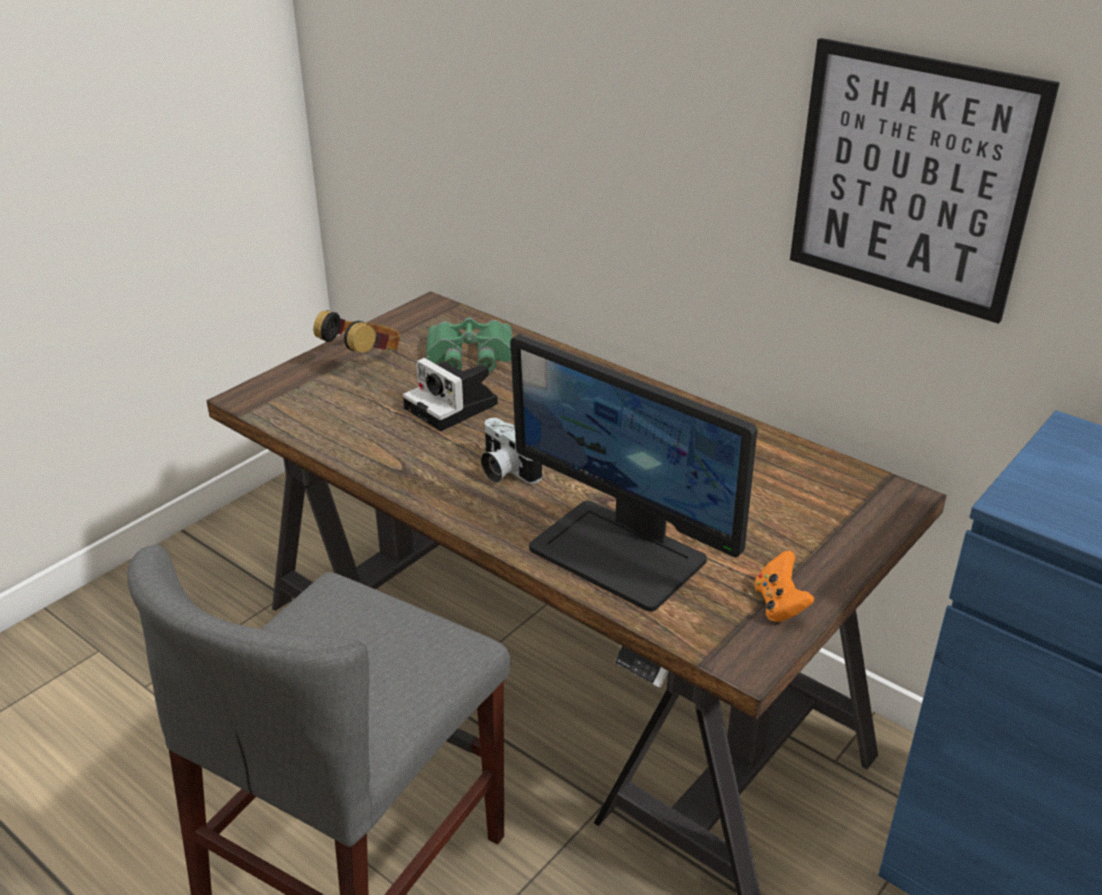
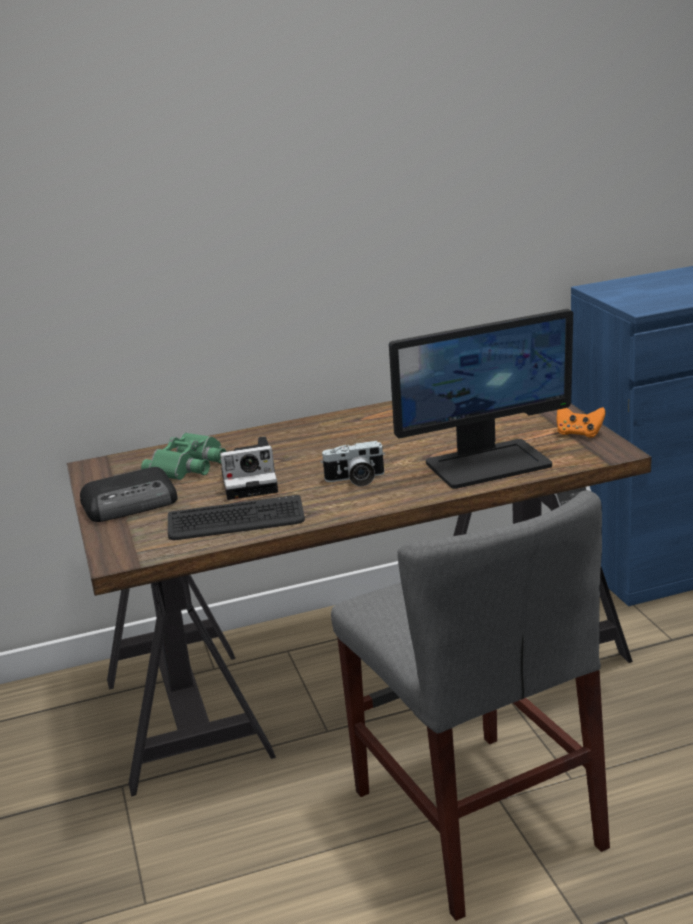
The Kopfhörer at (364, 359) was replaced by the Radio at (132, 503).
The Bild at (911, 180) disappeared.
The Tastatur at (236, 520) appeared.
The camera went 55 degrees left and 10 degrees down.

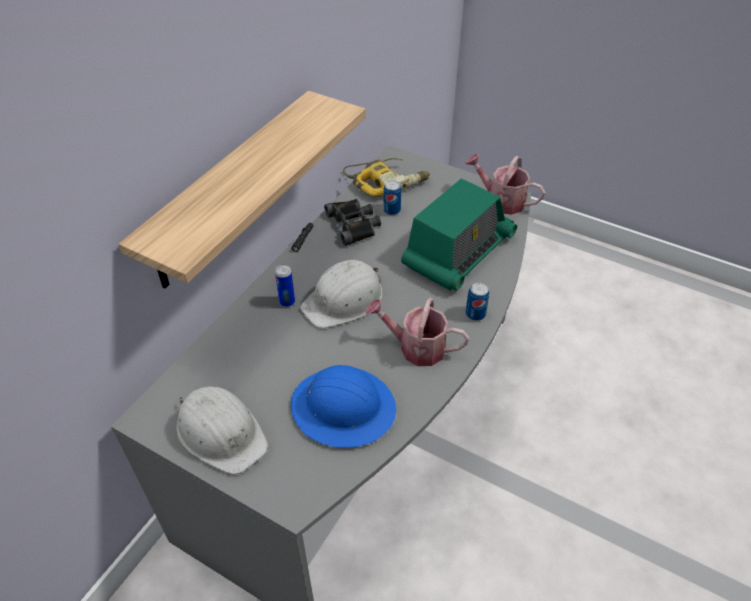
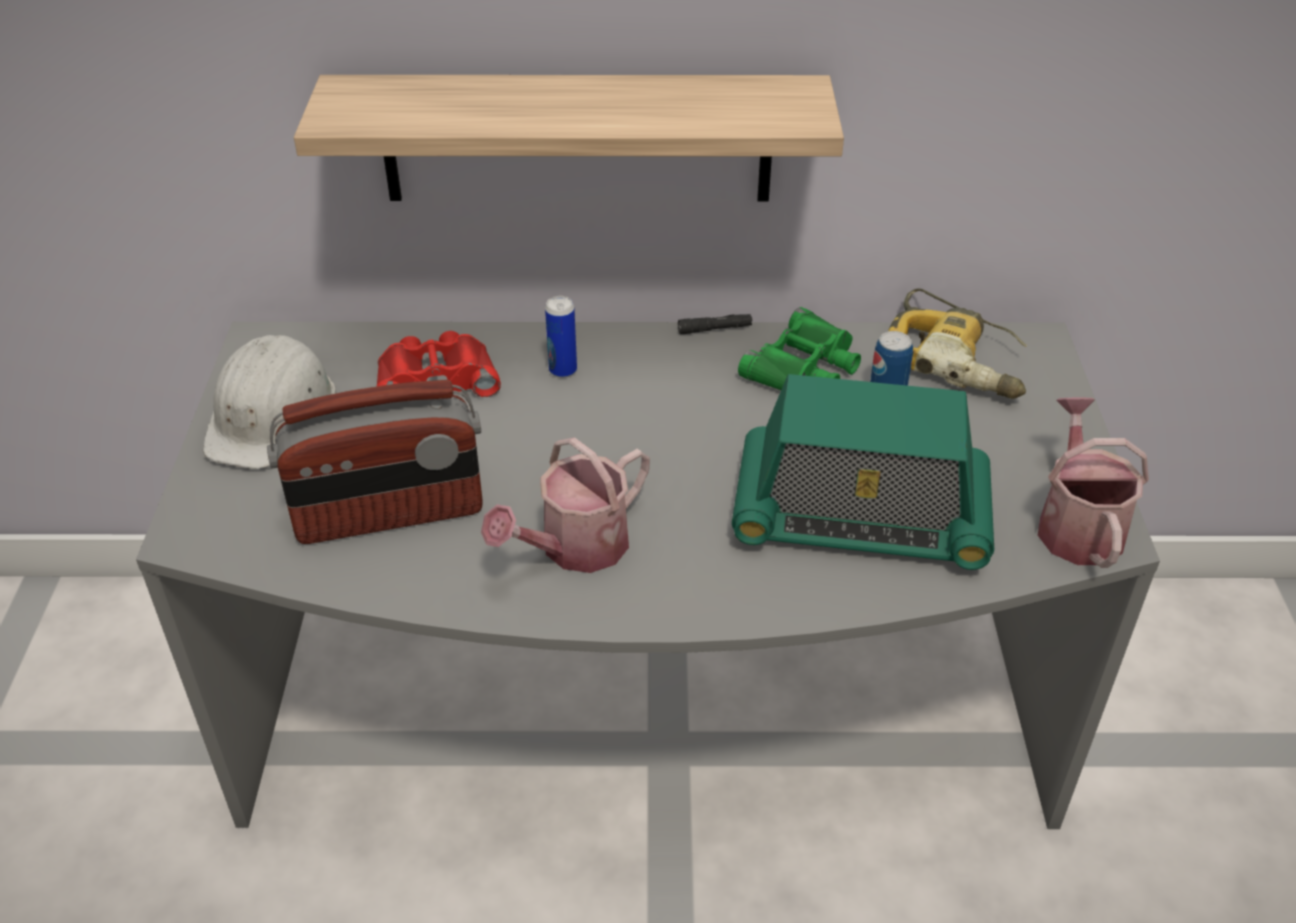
The Schutzhelm [blau] at (343, 407) was replaced by the Radio at (389, 515).
The Schutzhelm [weiß] at (344, 300) disappeared.
The Fernglas [schwarz] at (354, 225) became the Fernglas [grün] at (804, 367).
The Gießkanne at (416, 347) turned 120 degrees counterclockwise.
The Dose at (475, 314) disappeared.
The Fernglas [rot] at (436, 378) appeared.
The camera went 60 degrees right and 5 degrees down.

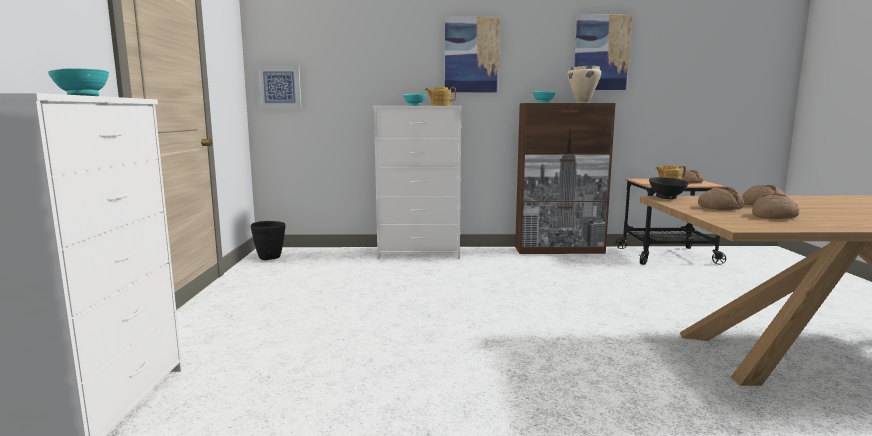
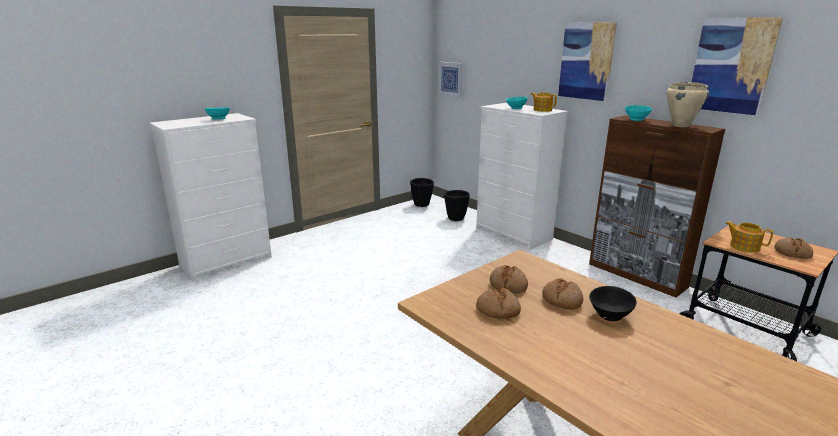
The Schüssel [schwarz] moved from (666, 198) to (609, 316).
The Pflanzkübel [schwarz] at (455, 218) appeared.
The camera went 50 degrees right and 10 degrees up.

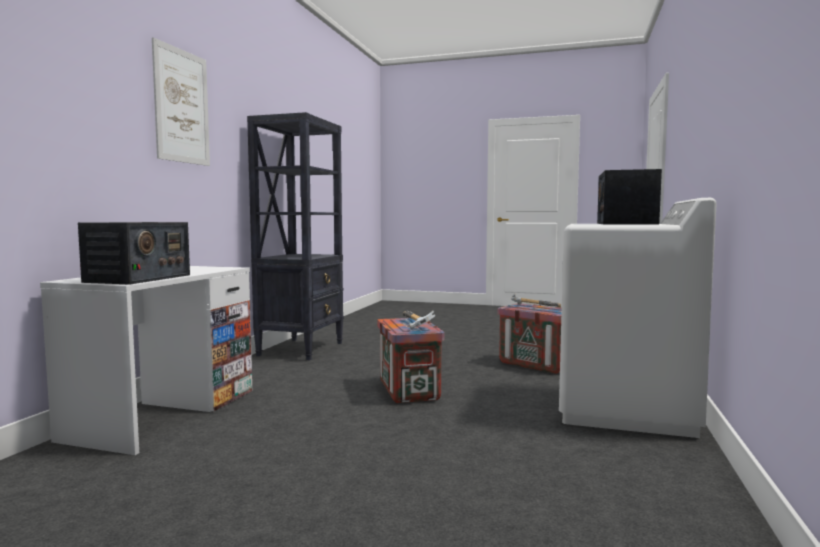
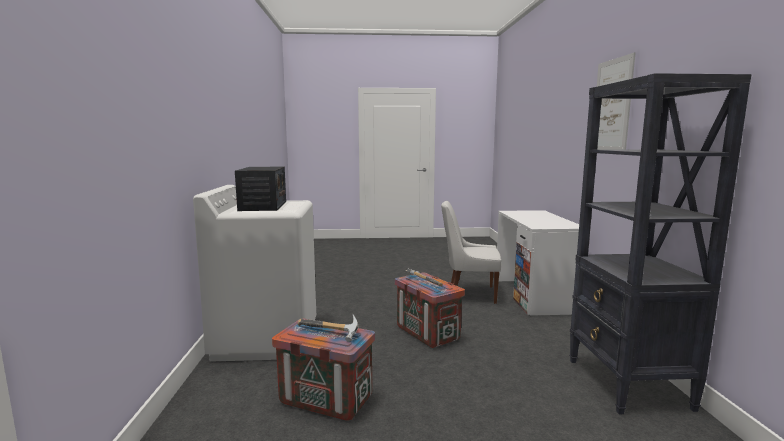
The Radio at (138, 278) disappeared.
The Stuhl [weiß] at (469, 293) appeared.
The camera went 160 degrees right and 5 degrees up.

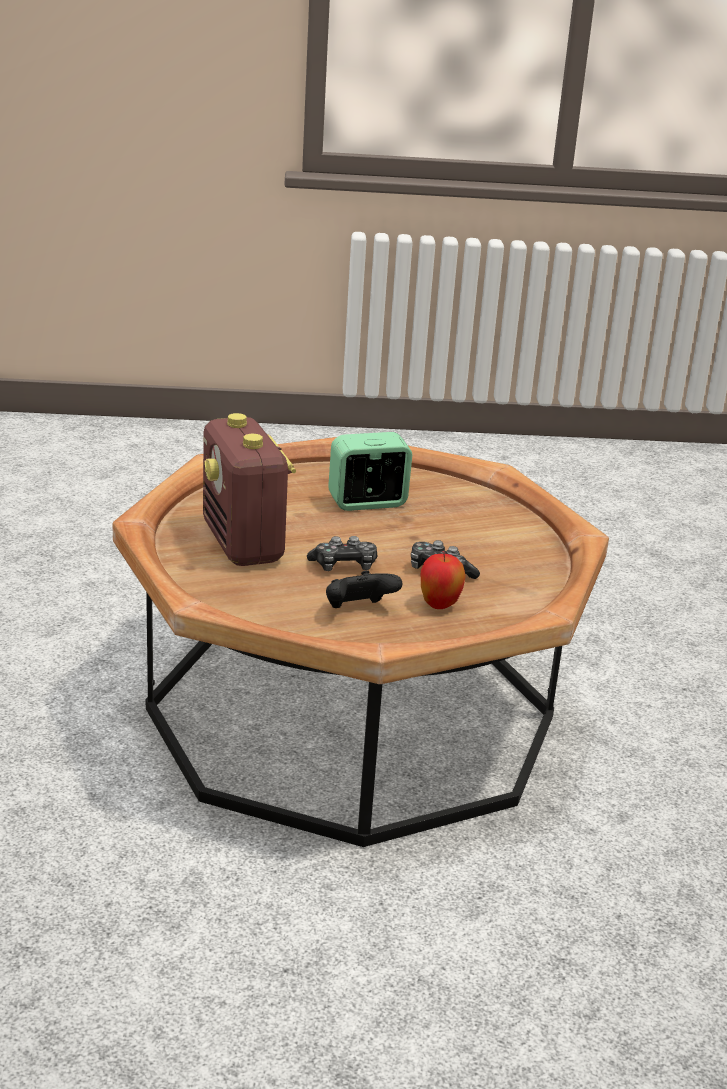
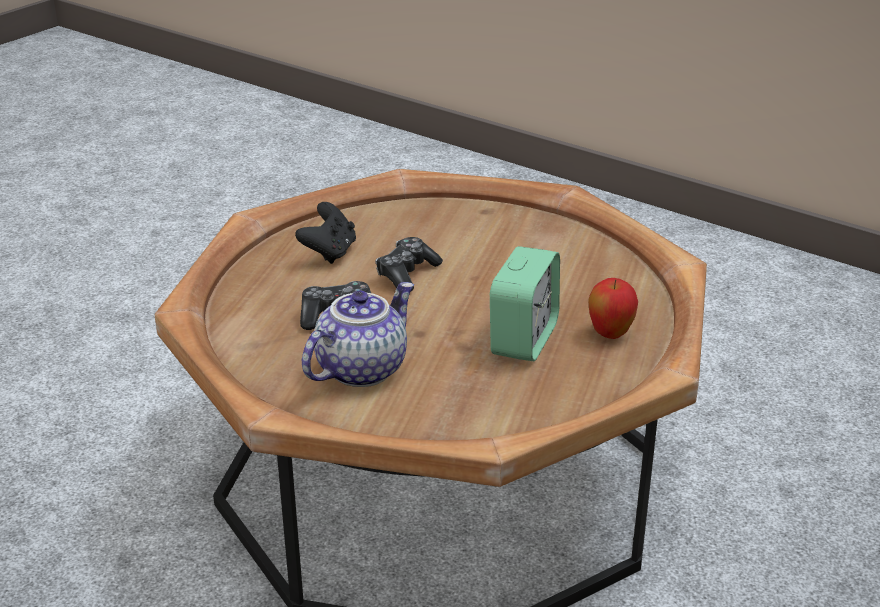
The Radio at (243, 544) disappeared.
The Apfel moved from (439, 606) to (610, 334).
The Teekanne at (360, 368) appeared.
The camera went 130 degrees right and 5 degrees up.

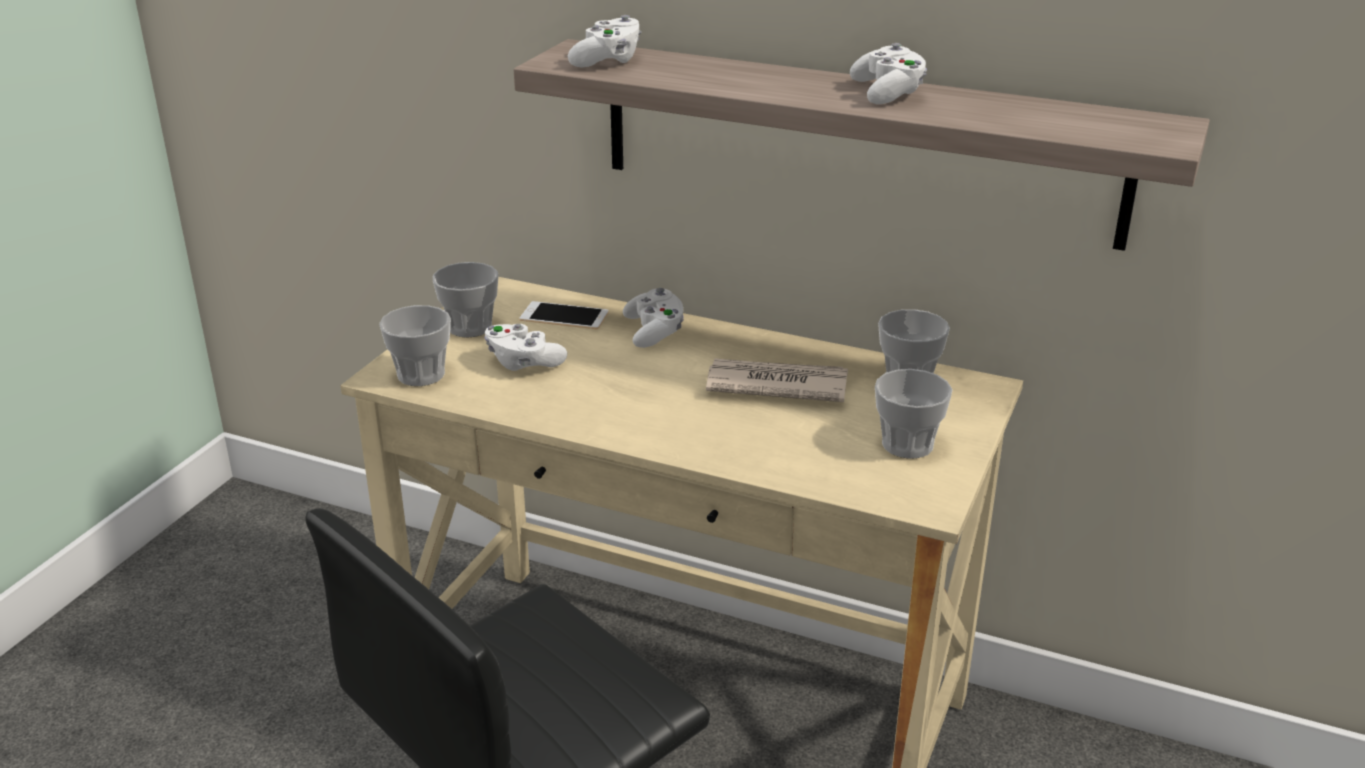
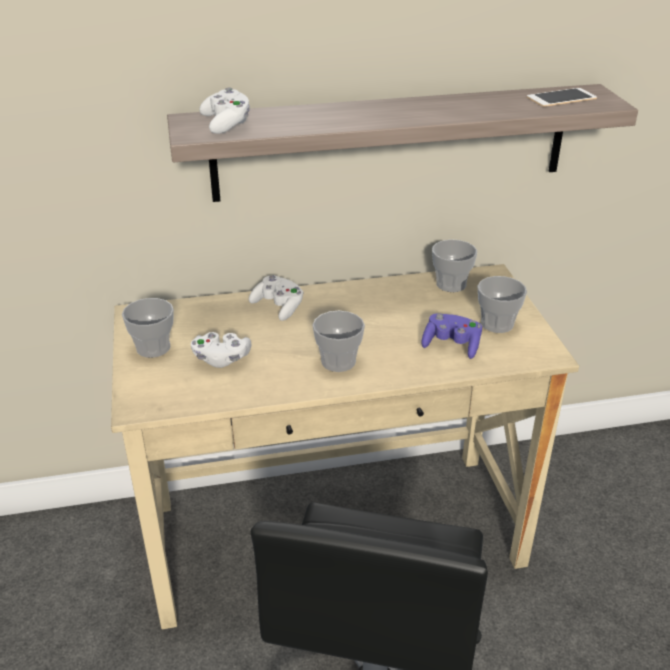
The Tasse moved from (421, 374) to (338, 361).
The Handy moved from (564, 316) to (561, 98).
The Zeitung at (775, 385) disappeared.
The Gamepad [weiß] at (888, 93) disappeared.
The Gamepad [lila] at (451, 345) appeared.
The camera went 35 degrees left and 5 degrees up.

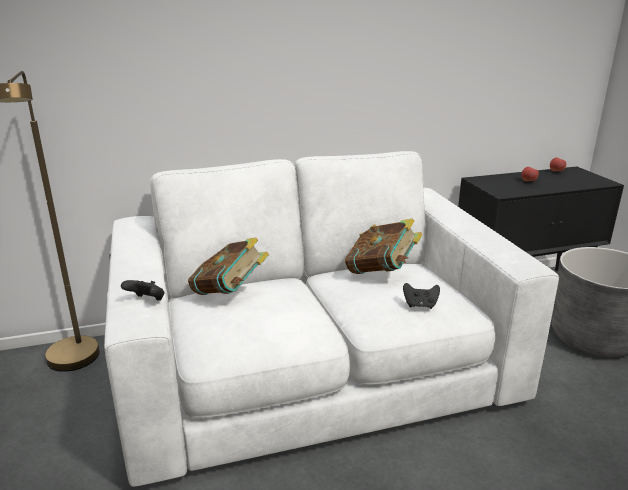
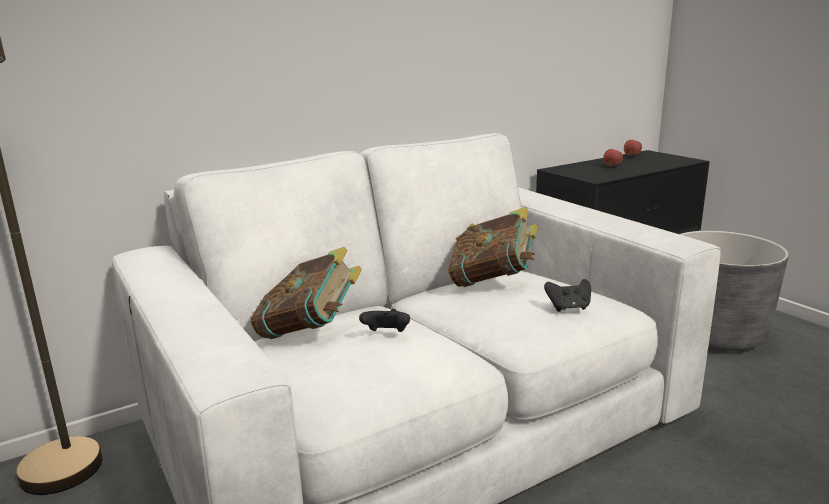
The Gamepad [schwarz] moved from (146, 301) to (386, 334).
The camera went 15 degrees left and 5 degrees down.

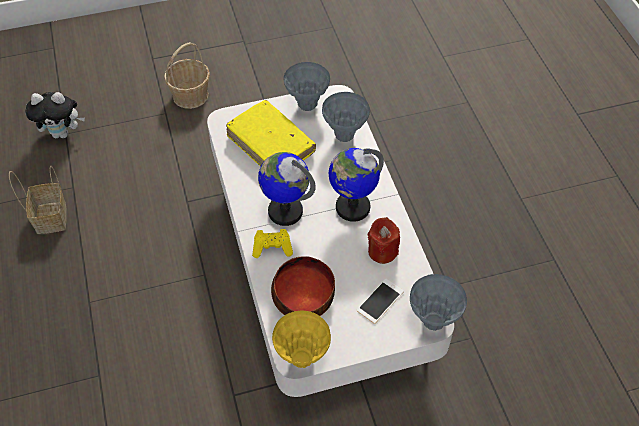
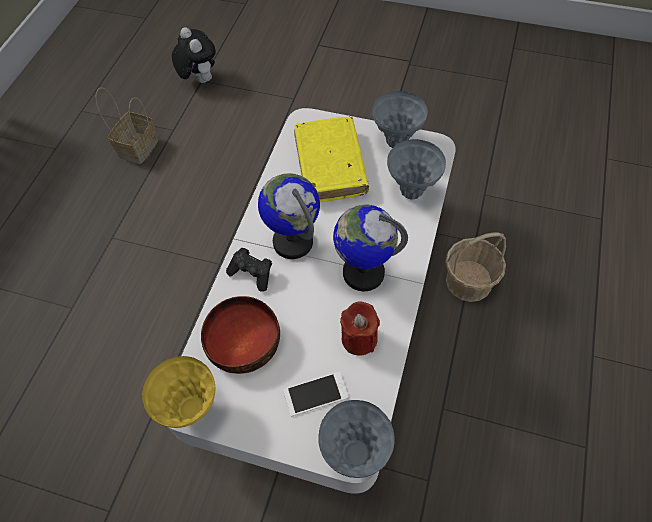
The Plüschtier at (62, 133) turned 150 degrees counterclockwise.
The Korb moved from (191, 95) to (469, 281).
The Gamepad [gelb] at (272, 248) became the Gamepad [schwarz] at (252, 273).
The camera went 35 degrees right and 5 degrees up.

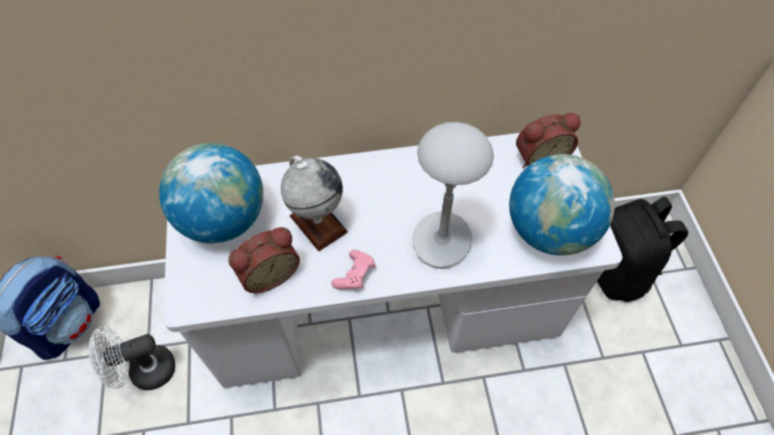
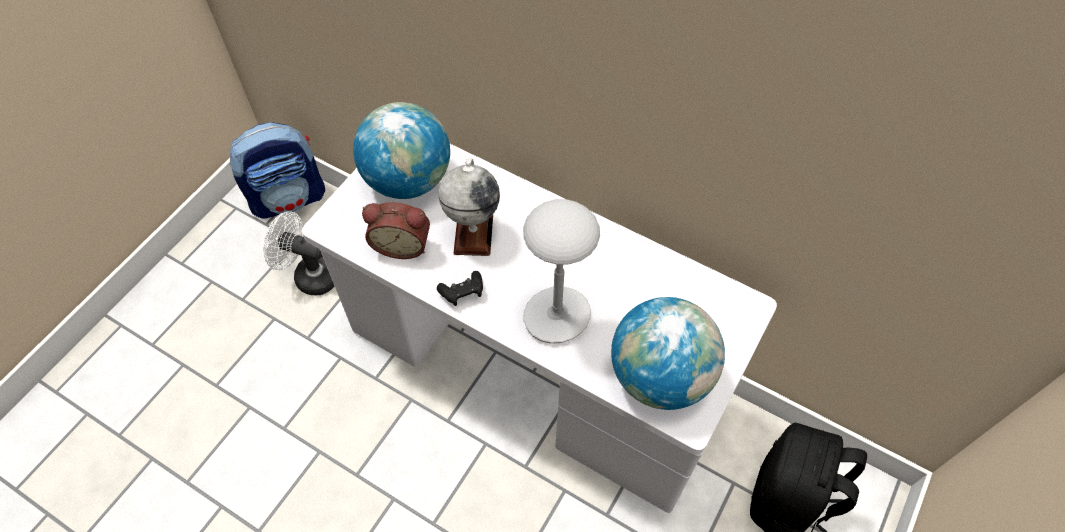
The Gamepad [rosa] at (355, 275) became the Gamepad [schwarz] at (462, 293).
The Wecker at (539, 157) disappeared.
The camera went 40 degrees right and 0 degrees up.

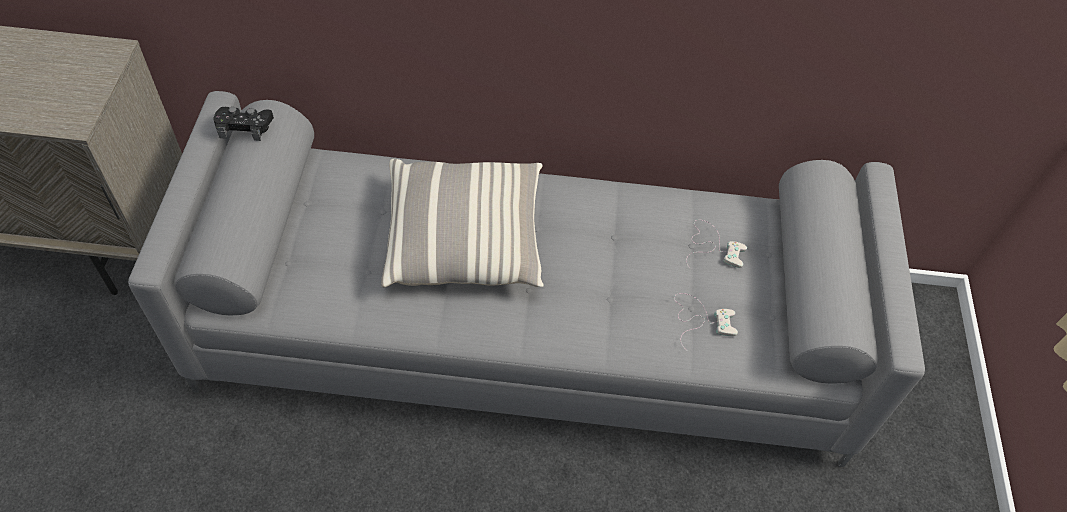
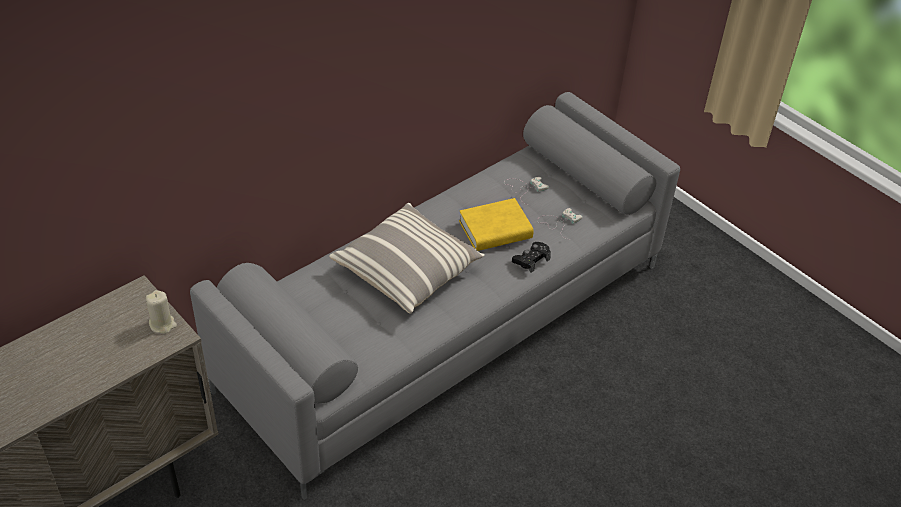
The Gamepad [schwarz] moved from (244, 126) to (531, 259).
The Kerze [beige] at (162, 324) appeared.
The Buch [gelb] at (495, 230) appeared.
The camera went 45 degrees left and 10 degrees down.

